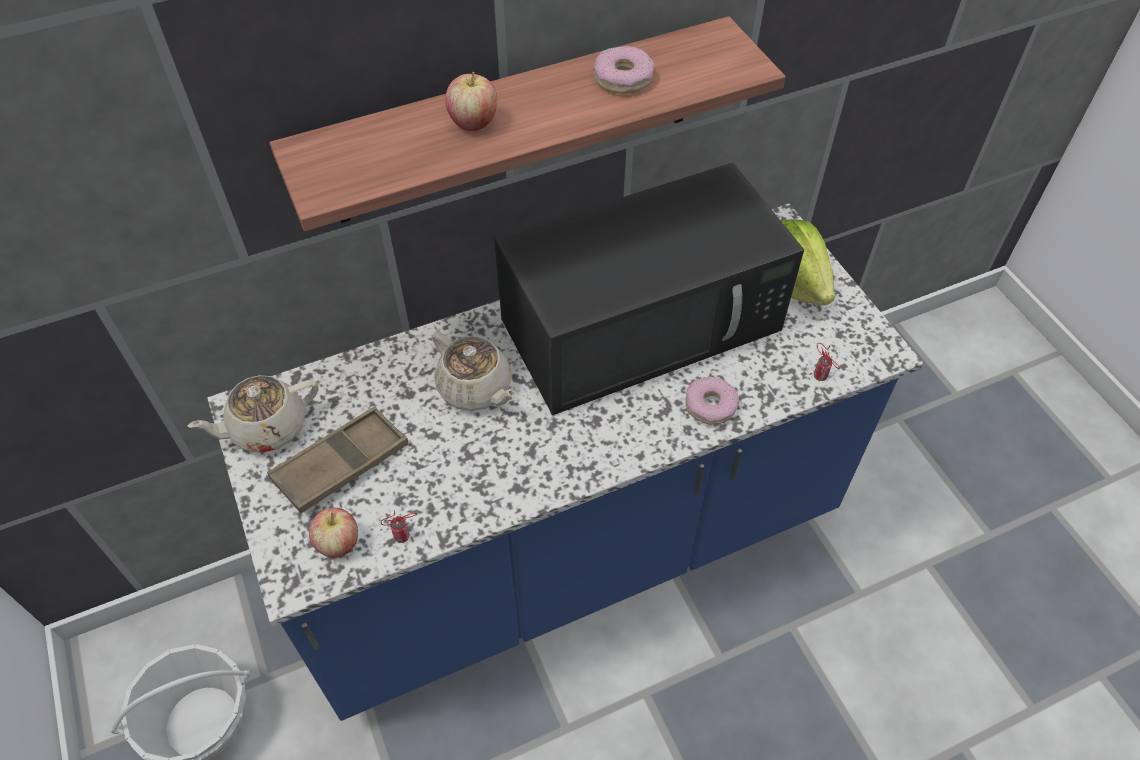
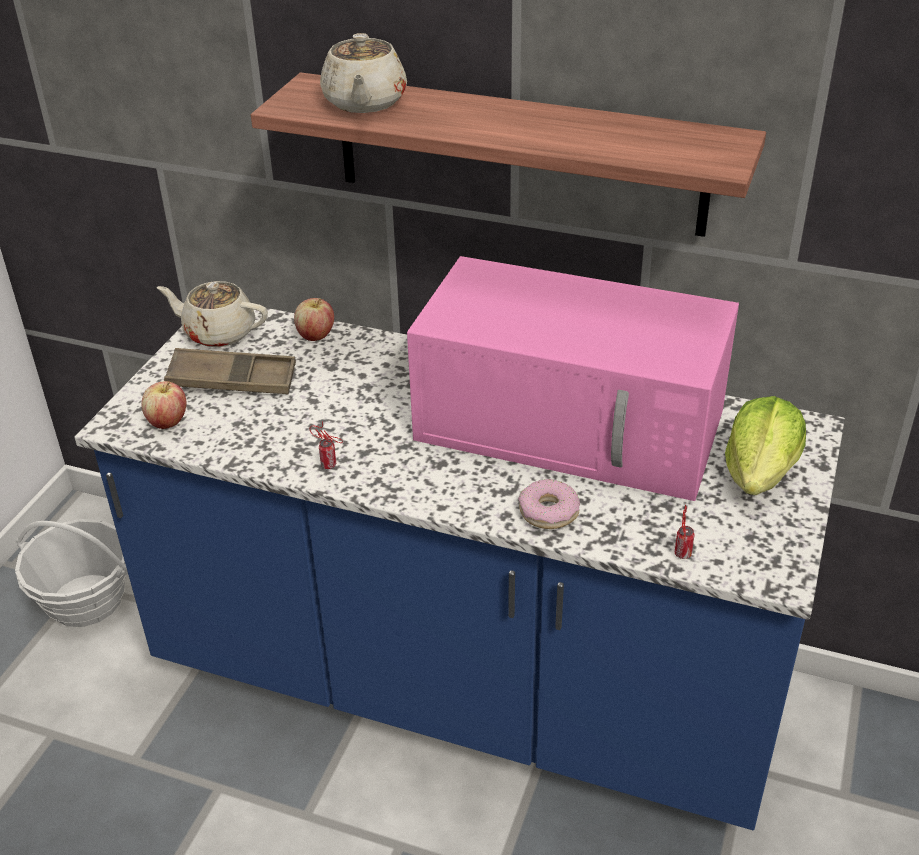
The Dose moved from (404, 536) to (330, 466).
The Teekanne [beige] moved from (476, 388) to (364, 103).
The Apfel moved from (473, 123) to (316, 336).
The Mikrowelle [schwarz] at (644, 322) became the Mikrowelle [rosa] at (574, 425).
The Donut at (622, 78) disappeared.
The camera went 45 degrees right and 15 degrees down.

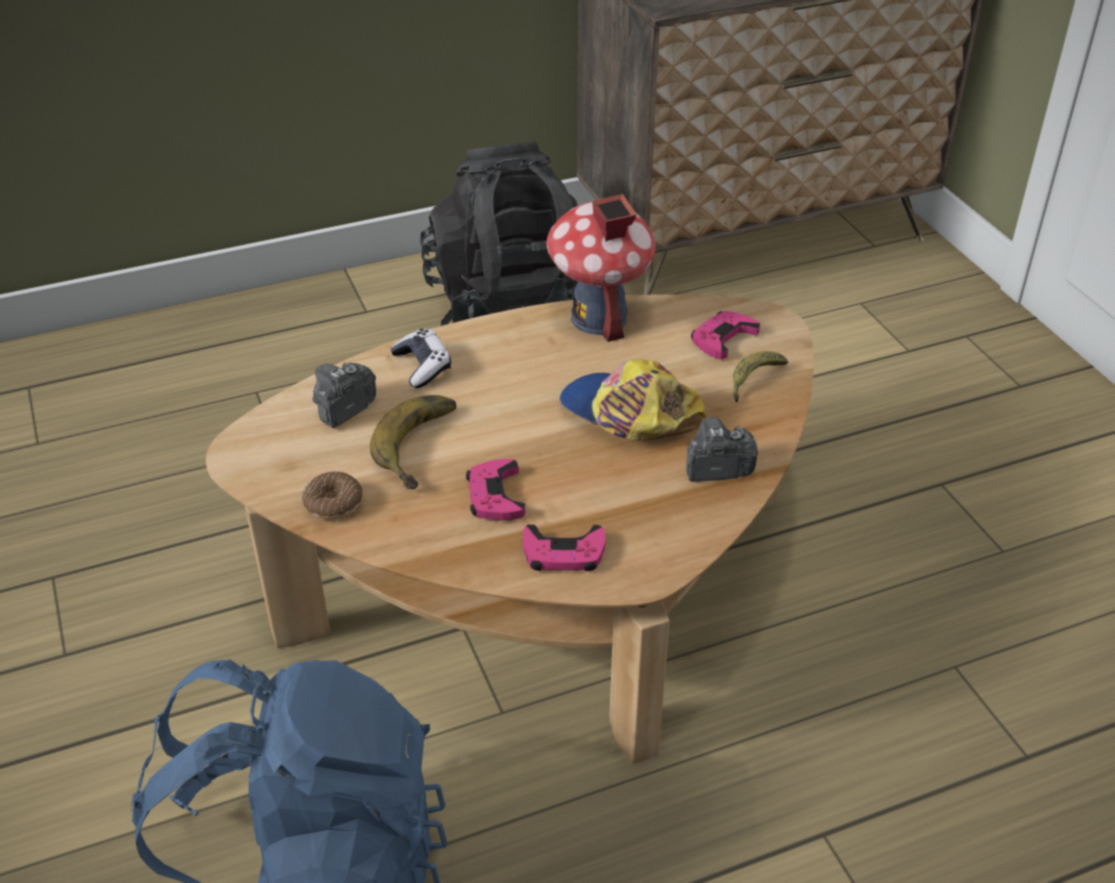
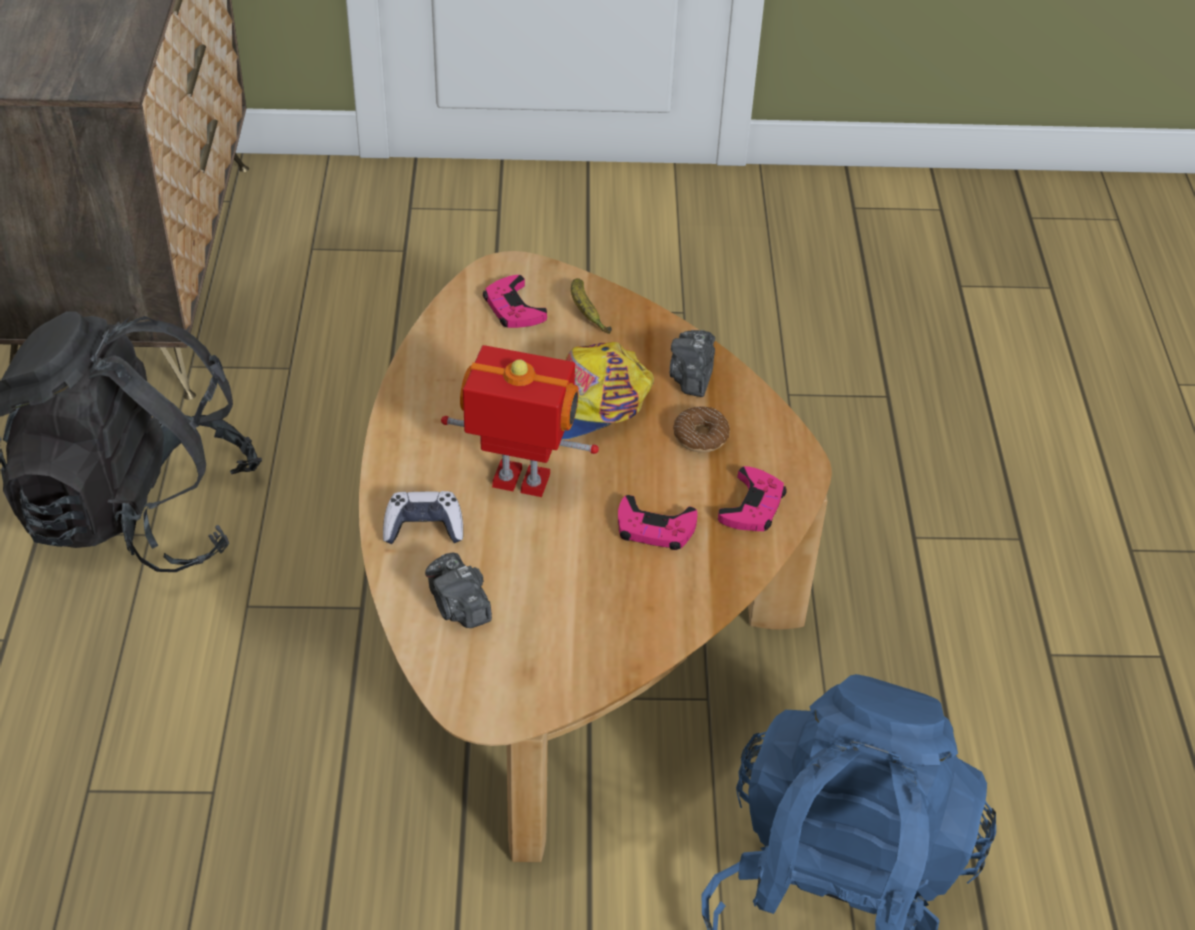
The Donut moved from (333, 503) to (700, 436).
The Banane at (426, 446) disappeared.
The Spielzeughaus at (599, 318) disappeared.
The Spielzeugroboter at (520, 483) appeared.
The camera went 70 degrees left and 5 degrees up.

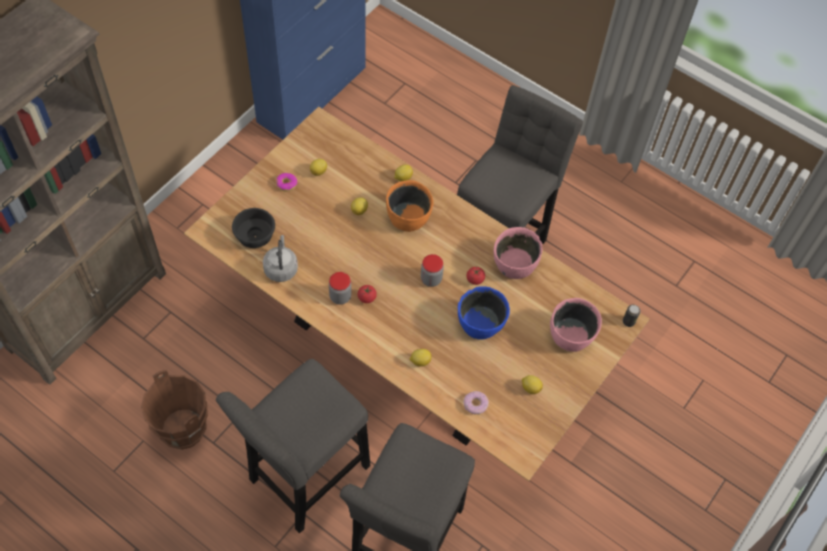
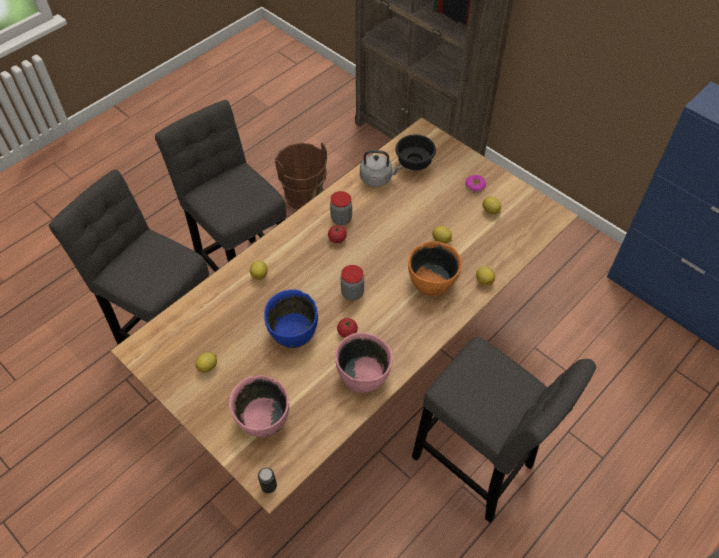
The Donut at (475, 404) disappeared.
The camera went 100 degrees right and 5 degrees down.

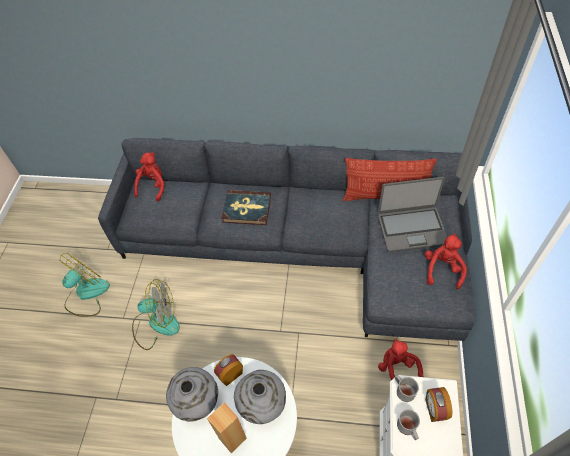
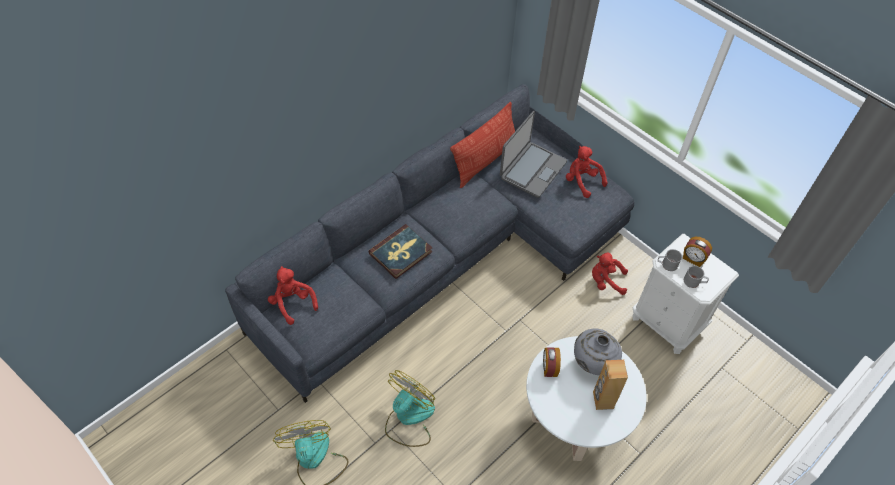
The Vase [grau] at (198, 403) disappeared.
The camera went 55 degrees left and 0 degrees up.

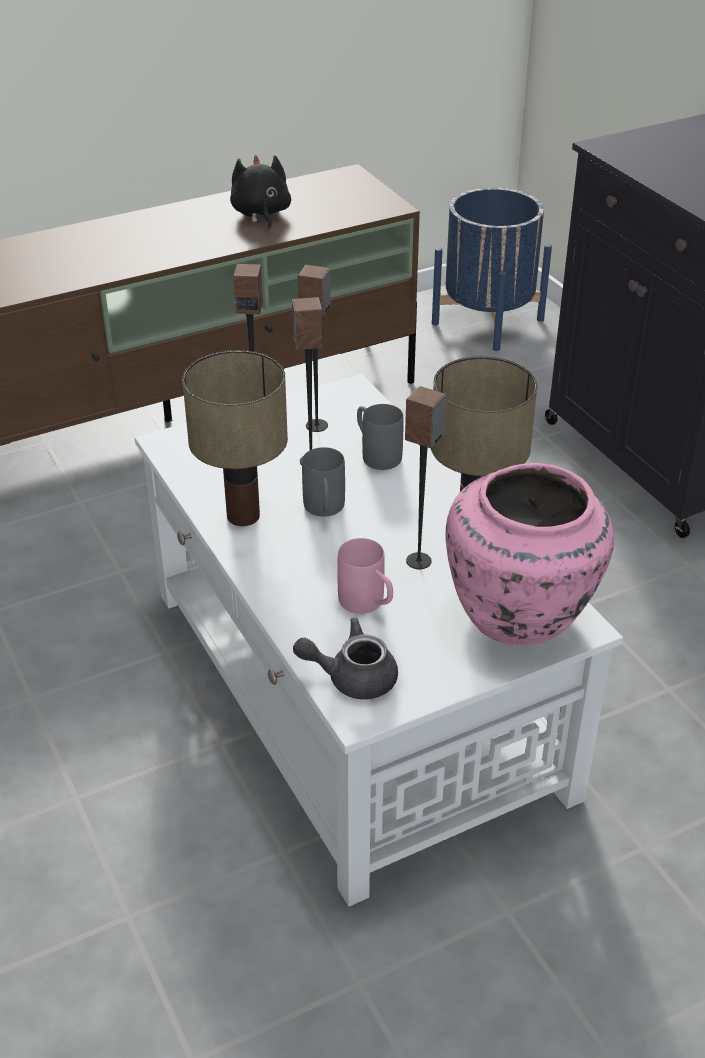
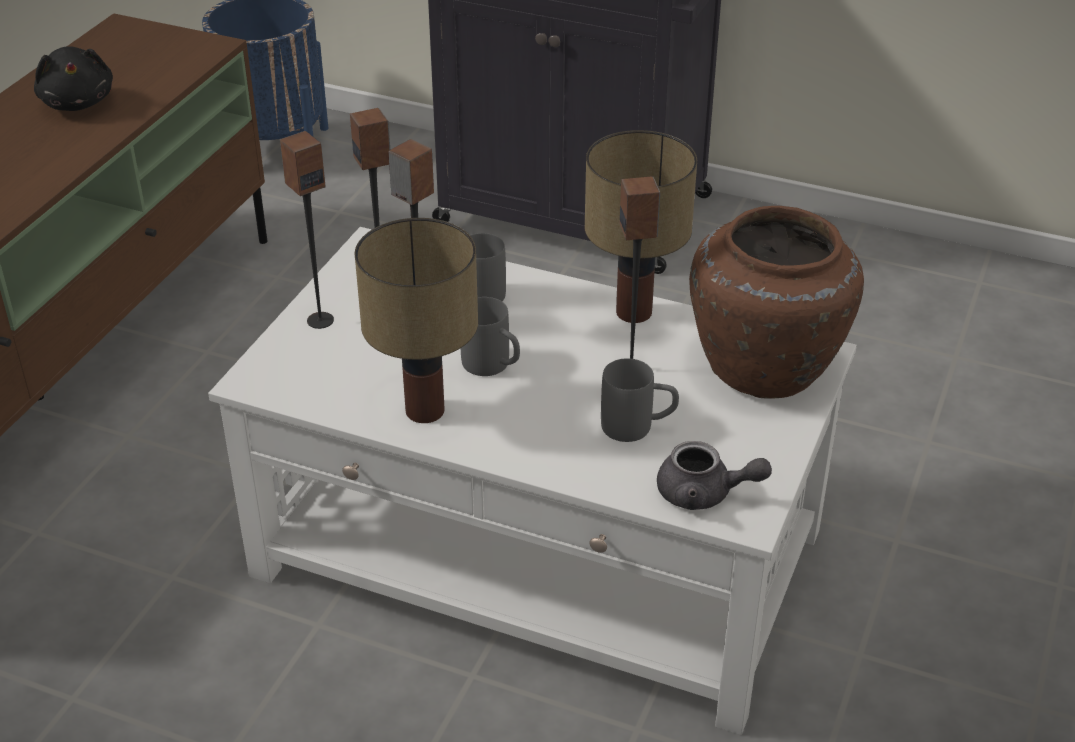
The Plüschtier [schwarz] at (261, 214) turned 150 degrees counterclockwise.
The Teekanne [grau] at (352, 677) turned 120 degrees counterclockwise.
The Henkelbecher [rosa] at (368, 604) became the Henkelbecher [grau] at (638, 427).
The Vase [rosa] at (522, 616) became the Vase [braun] at (767, 369).
The camera went 40 degrees left and 0 degrees up.

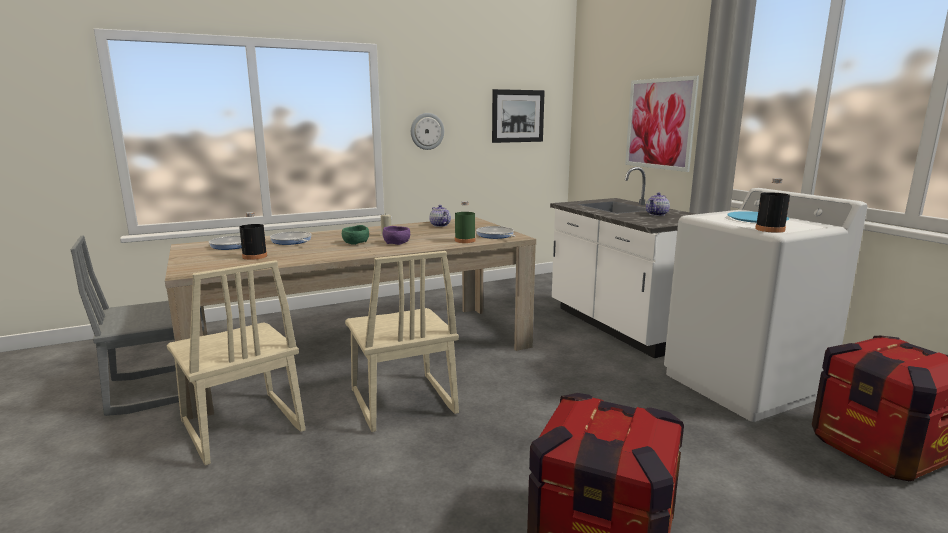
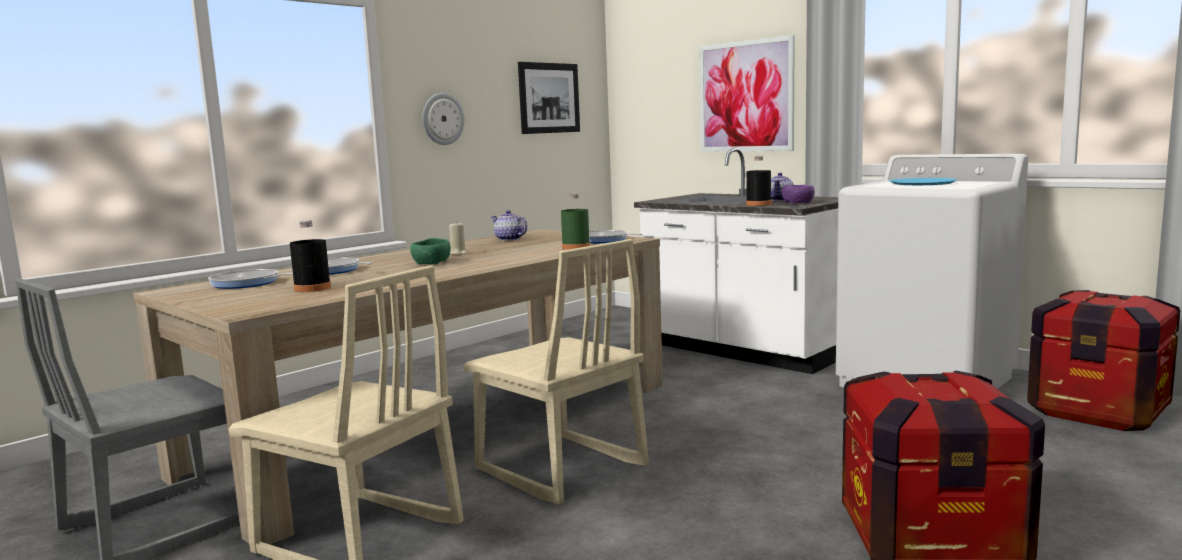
The Schüssel [lila] moved from (397, 243) to (798, 203).
The Flasche [schwarz] moved from (770, 229) to (758, 204).
The camera went 20 degrees left and 5 degrees down.

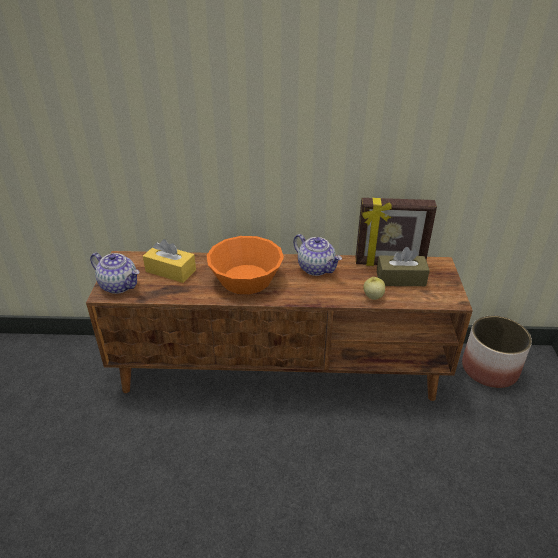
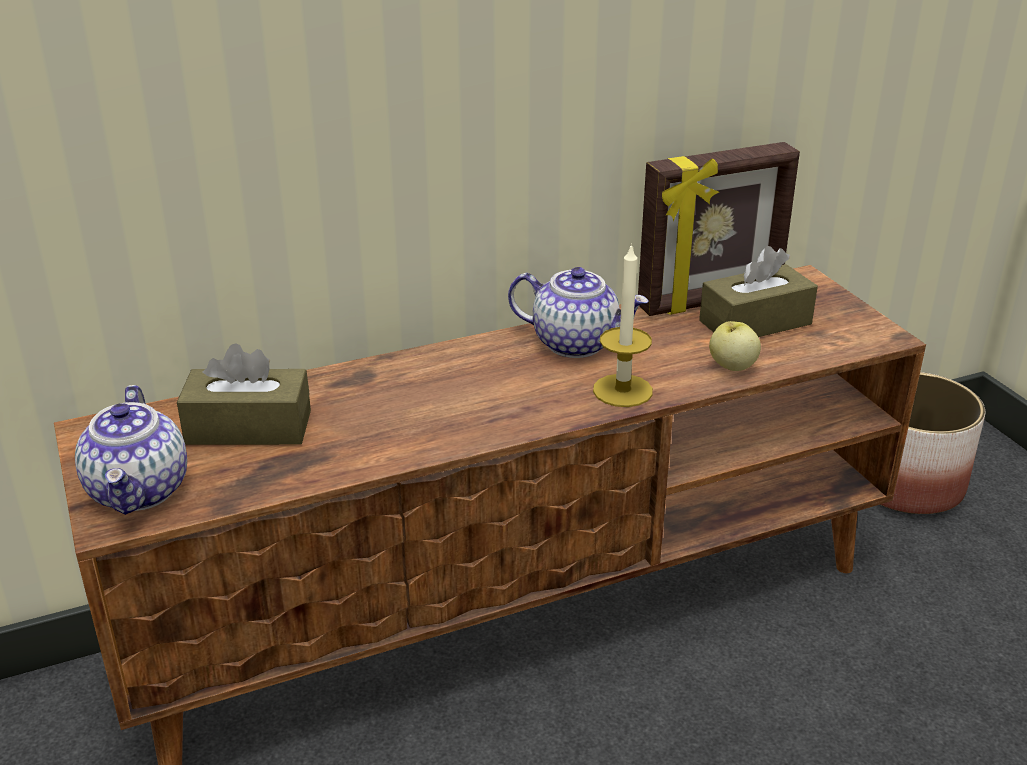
The Teekanne at (119, 285) turned 75 degrees clockwise.
The Taschentuchbox [gelb] at (170, 271) became the Taschentuchbox [braun] at (249, 427).
The Schüssel [orange] at (246, 278) disappeared.
The Kerze at (622, 390) appeared.
The camera went 25 degrees left and 5 degrees down.

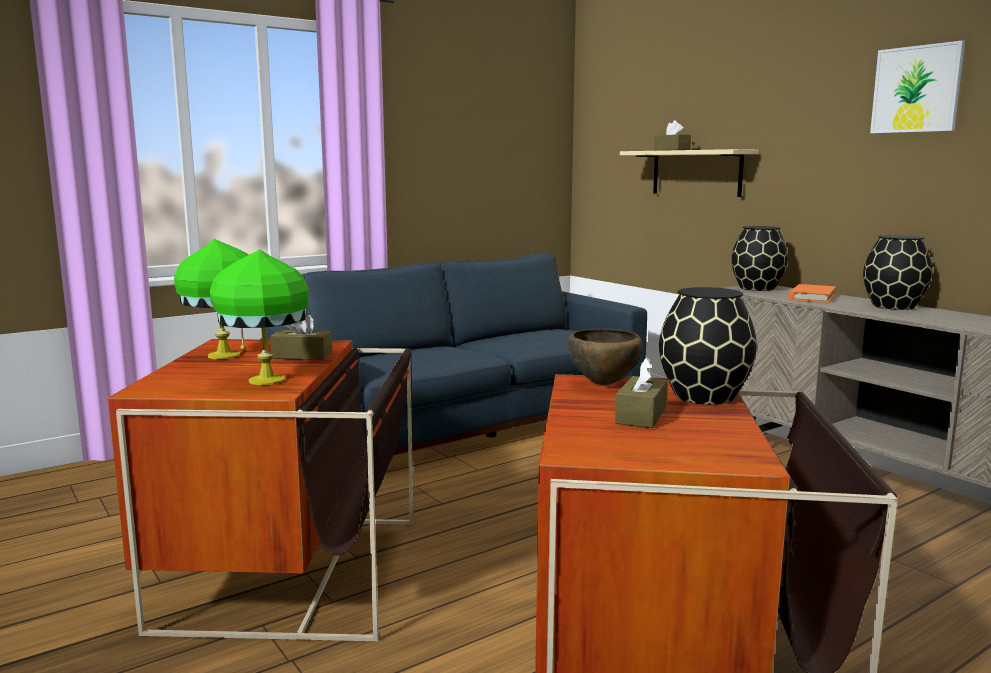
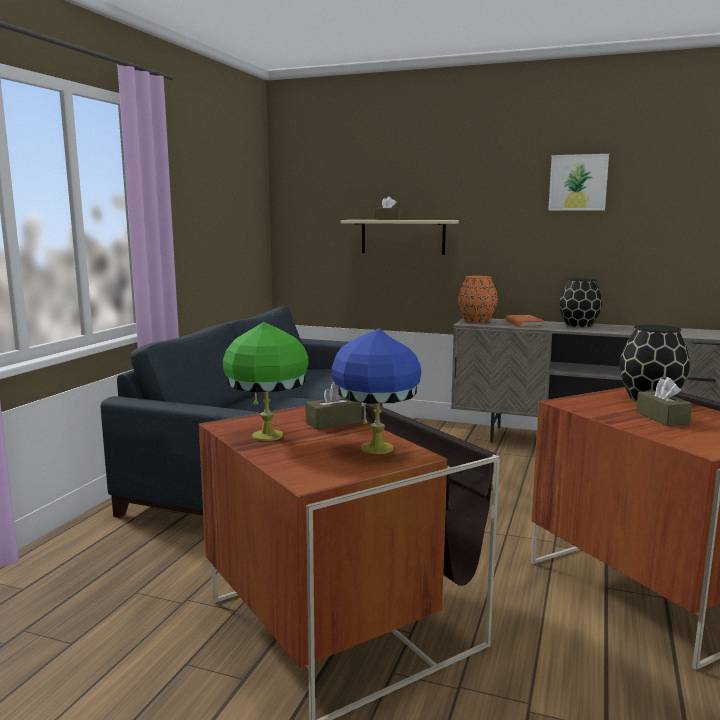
The Tischlampe [grün] at (265, 380) became the Tischlampe [blau] at (375, 448).
The Schüssel [braun] at (604, 384) disappeared.
The Vase [schwarz] at (757, 288) became the Vase [orange] at (476, 321).
The camera went 35 degrees left and 0 degrees up.

